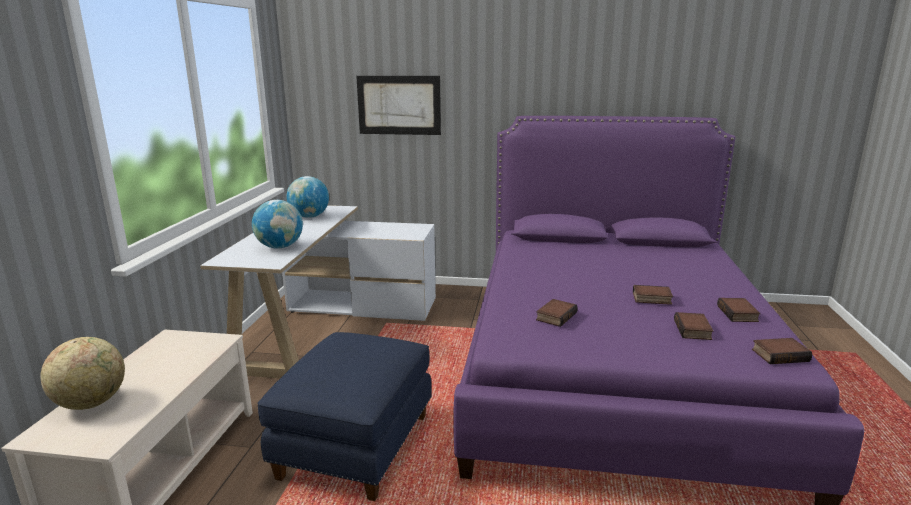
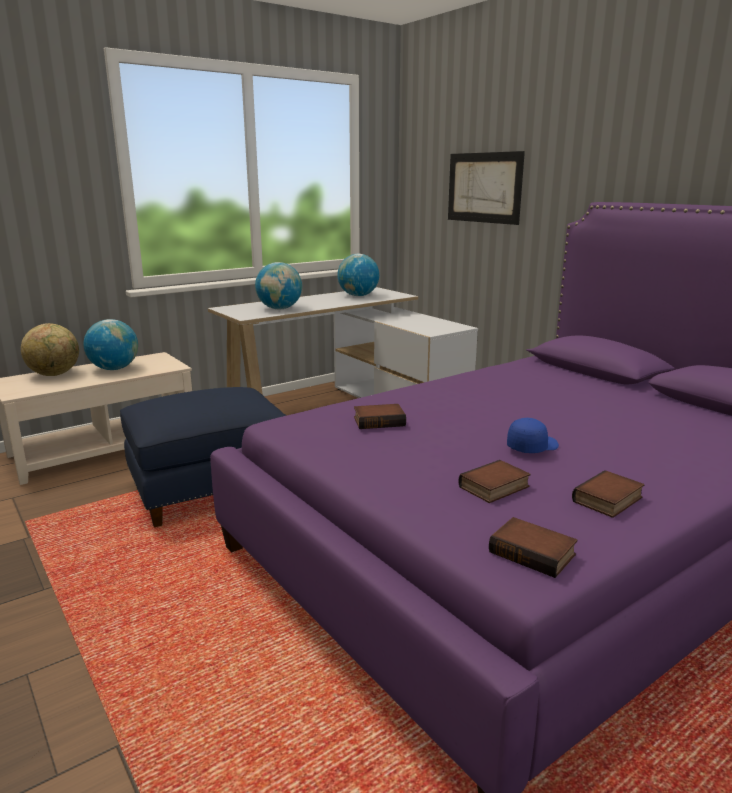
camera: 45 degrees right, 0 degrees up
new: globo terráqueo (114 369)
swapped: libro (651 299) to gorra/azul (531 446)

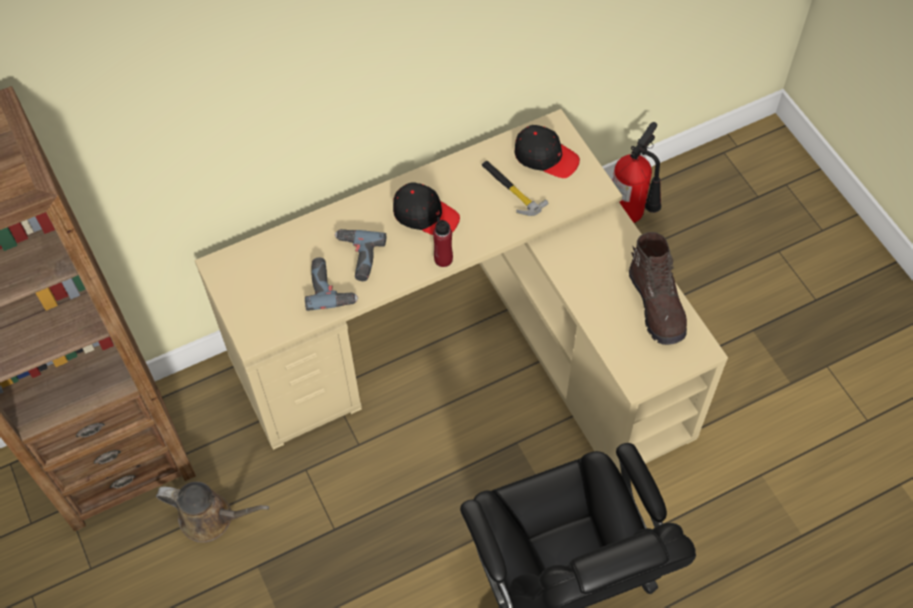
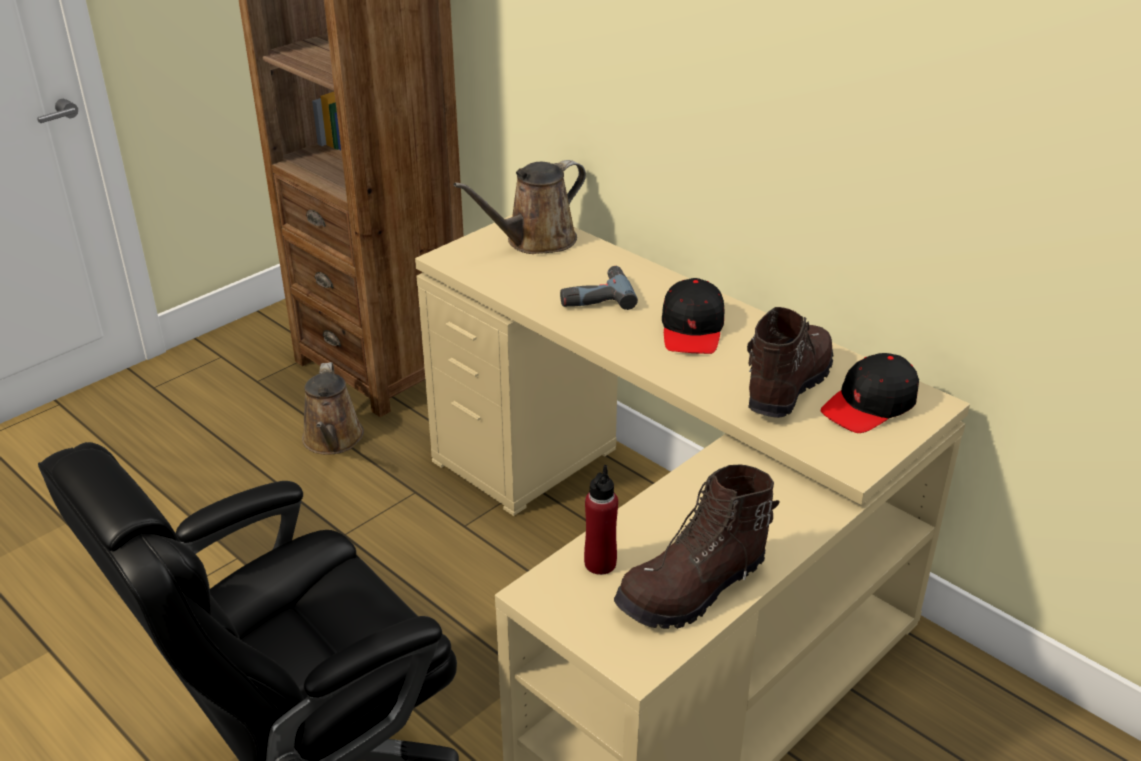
camera: 70 degrees right, 25 degrees down
gone: taladro (331 287); extintor (631 214)
new: regadera/marrón (535 241)
shifted: botella/rojo (443 259) to (600 563)
swapped: martillo (510 189) to bota/marrón (786 386)
rotated: gorra/negro (546 156) = (869 405) 45 degrees clockwise

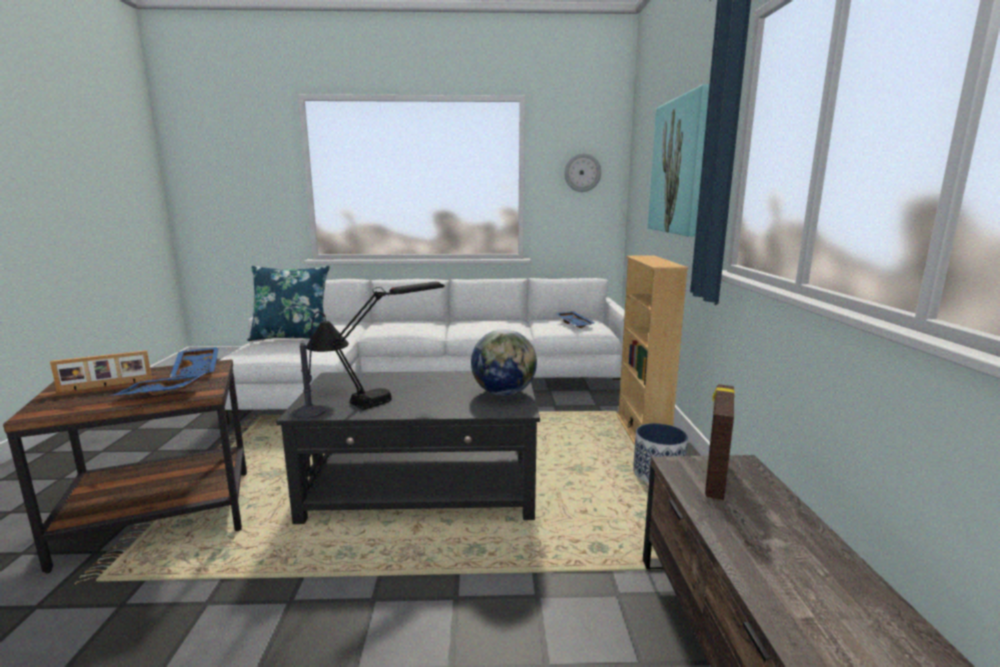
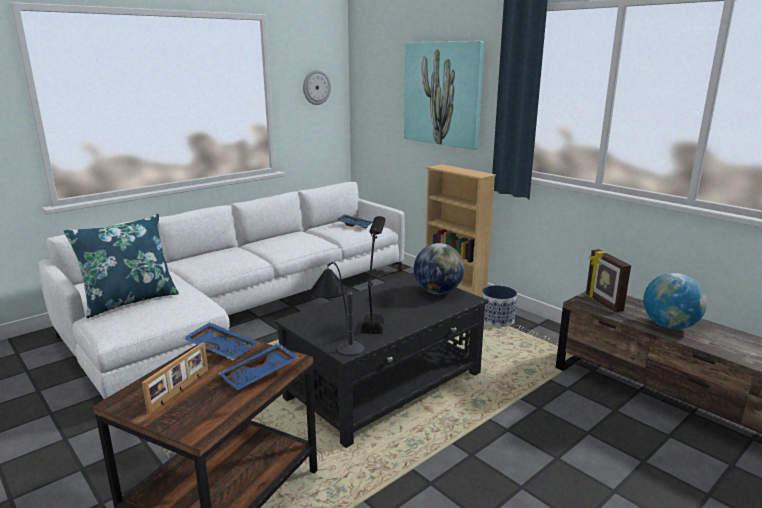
camera: 40 degrees left, 5 degrees up
new: globo terráqueo (669 326)

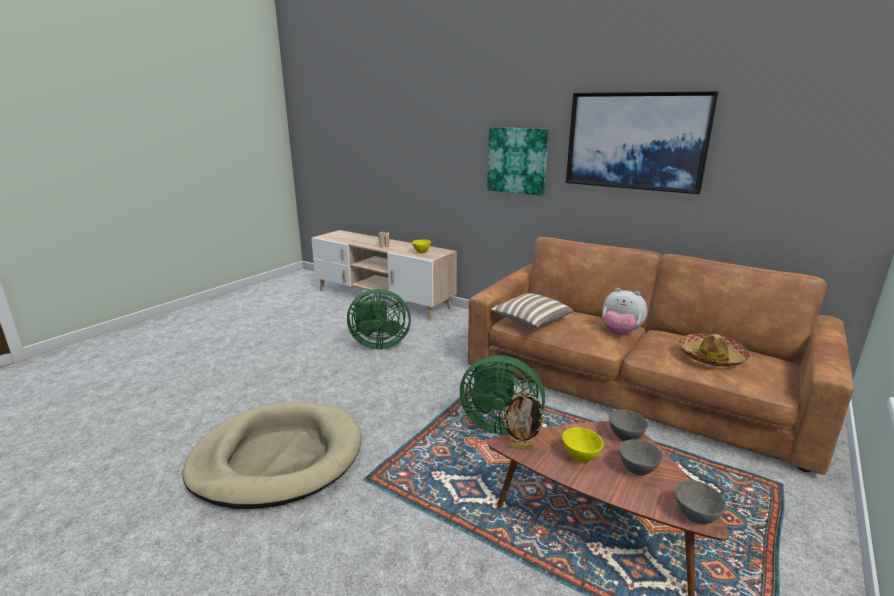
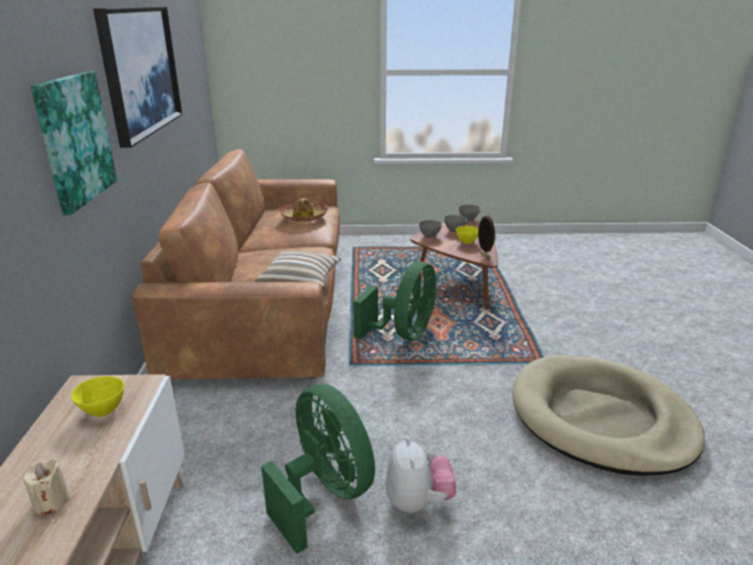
camera: 125 degrees left, 5 degrees up
shifted: peluche (620 333) to (418 502)
rotated: ventilador/verde (498 424) = (404 334) 45 degrees clockwise

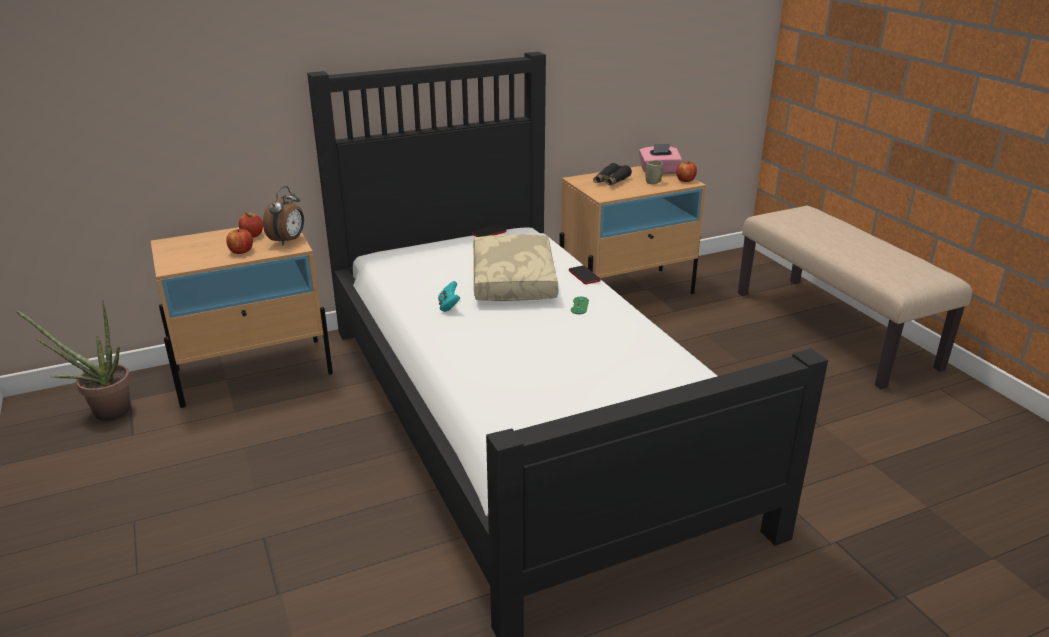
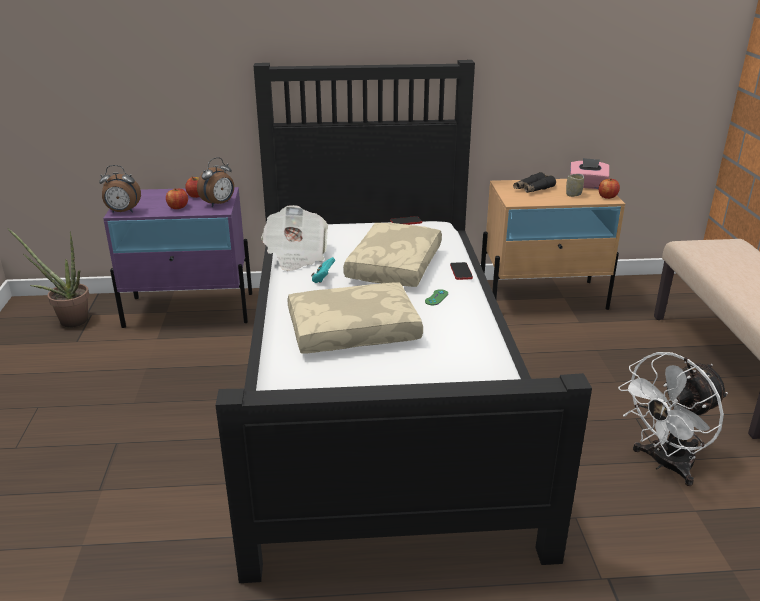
camera: 20 degrees right, 0 degrees up
new: despertador (123 212); periódico (296 255); cojín/beis (354 330); ventilador/blanco (664 464)
repainted: mesita de noche/beis (254 371) to mesita de noche/morado (190 310)

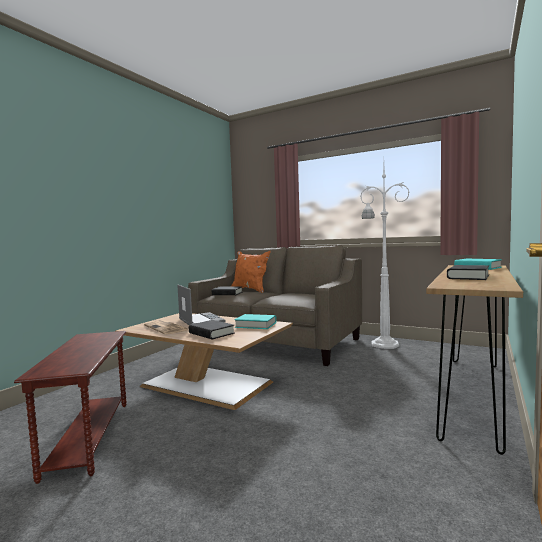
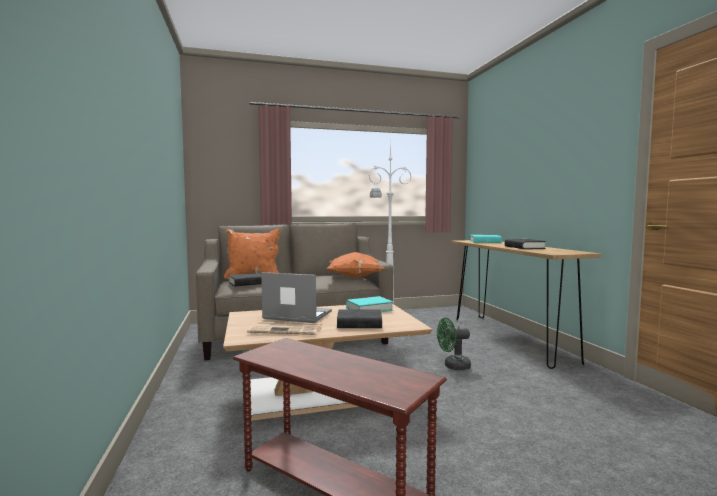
camera: 45 degrees left, 0 degrees up
new: cojín/naranja (355 277); ventilador/verde (453 366)

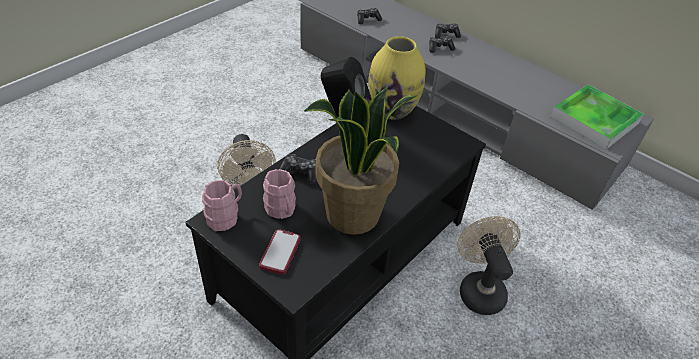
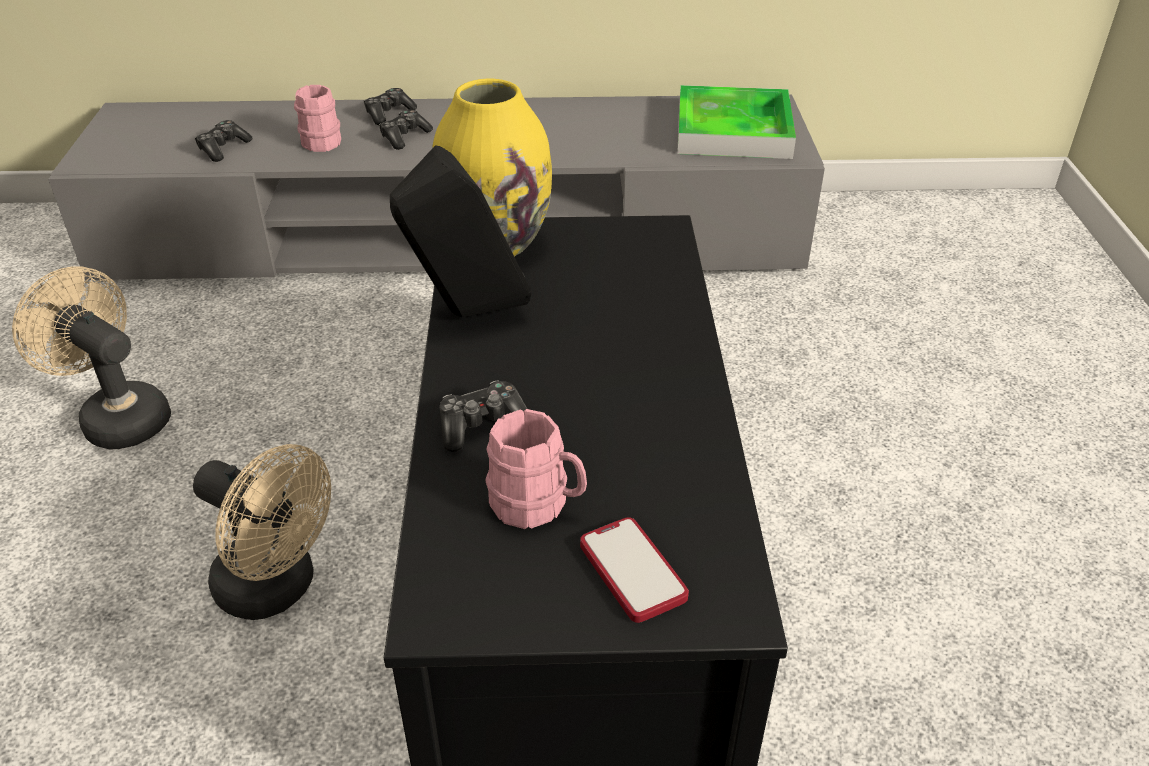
camera: 40 degrees left, 5 degrees down
gone: planta en maceta (353 215)
shifted: ventilador/beis (479 288) to (118 416); taza grande/rosa (226 216) to (322 140)

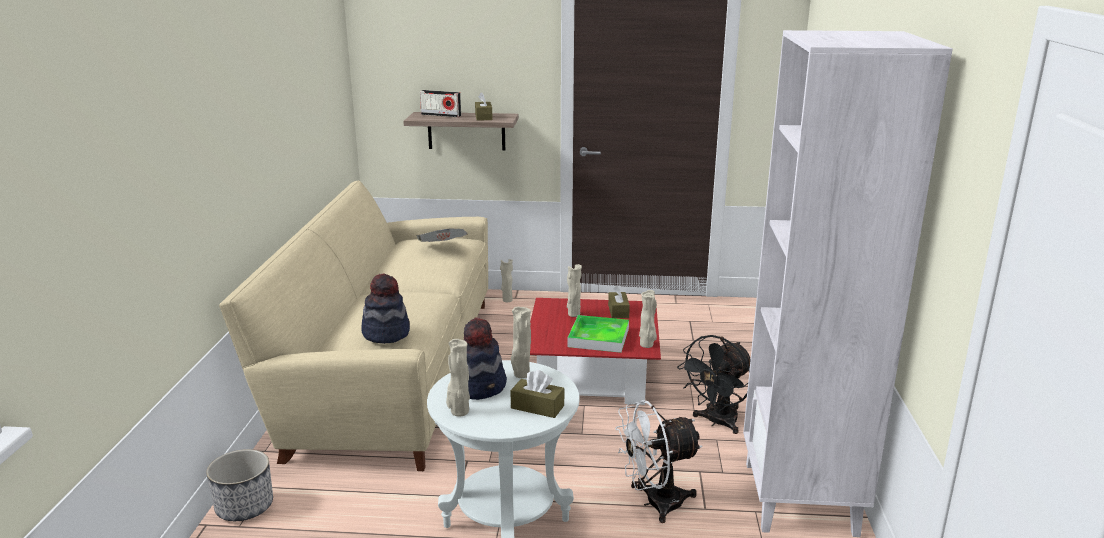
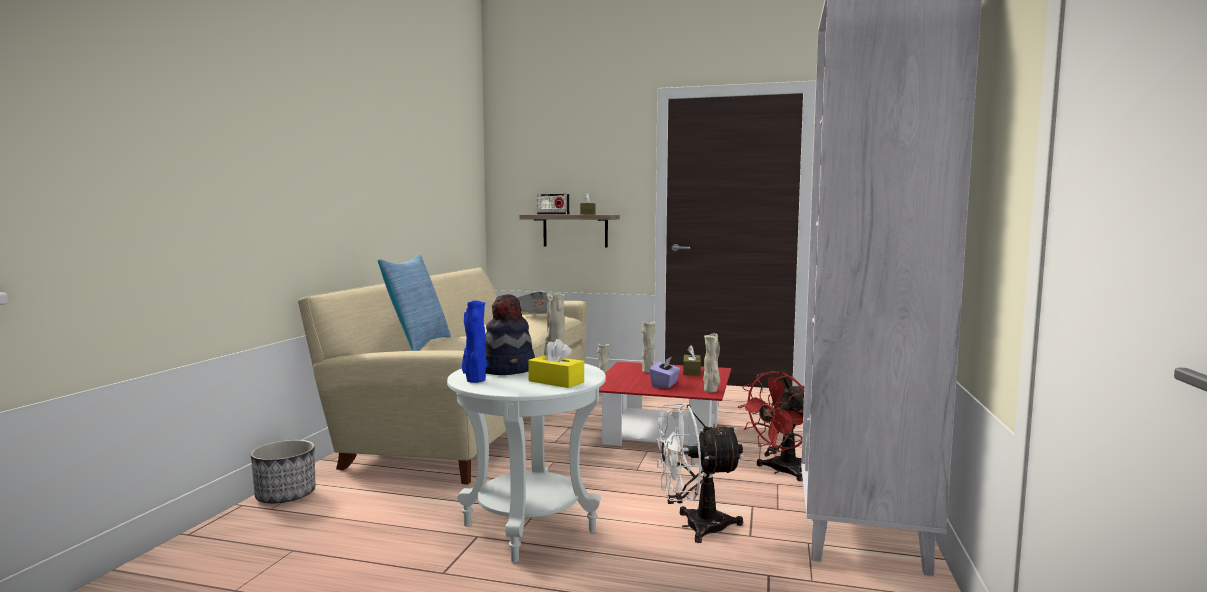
camera: 10 degrees right, 15 degrees down
gone: sombrero (386 333)
new: cojín (417 345)
swapped: bandeja (598 337) to caja de pañuelos/morado (665 384)
repainted: florero/beis (458 412) to florero/azul (474 380); caja de pañuelos/marrón (537 407) to caja de pañuelos/amarillo (556 381); ventilador/negro (717 422) to ventilador/rojo (781 471)

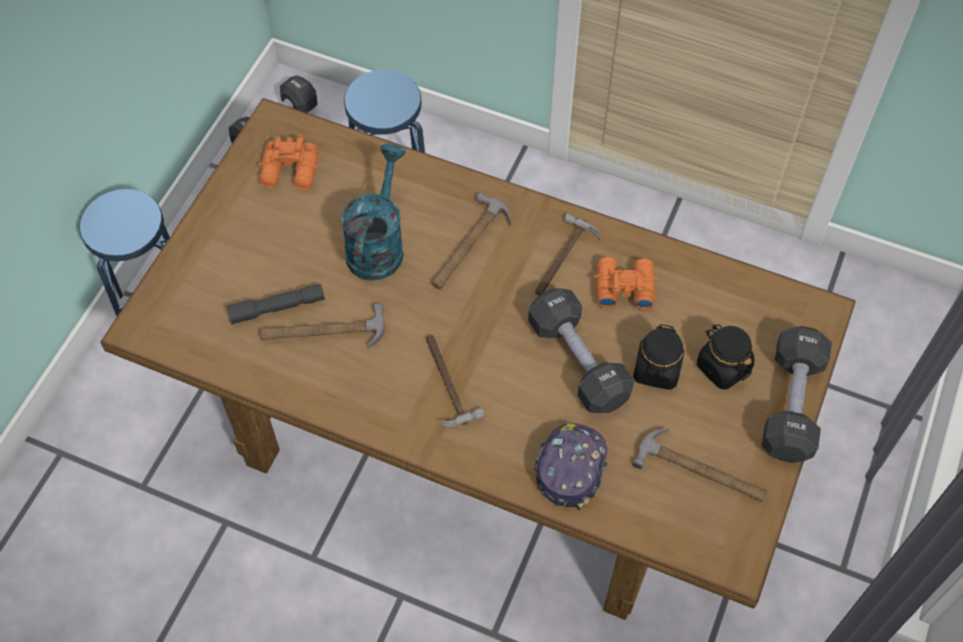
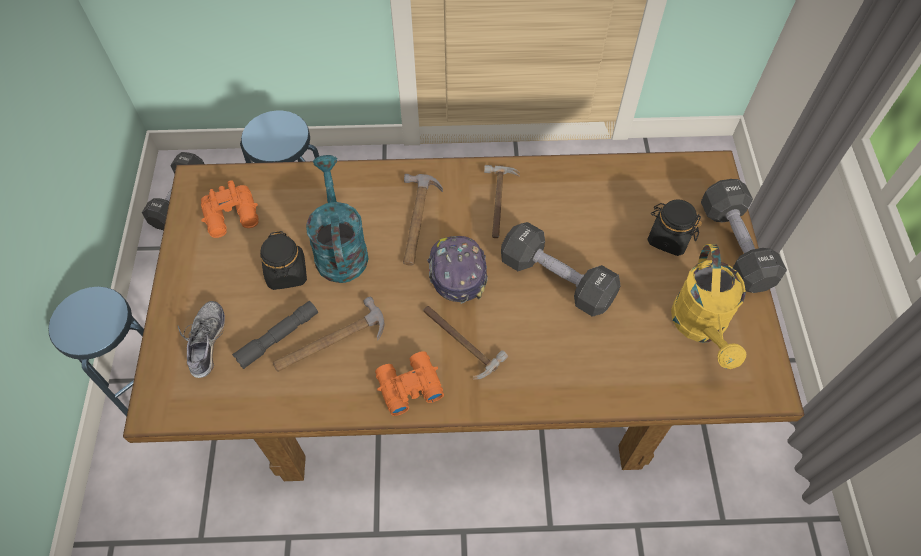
camera: 25 degrees left, 0 degrees up
new: zapato (207 342)
shifted: tarro/negro (657 370) to (287 273); prismáticos/naranja (623 287) to (408 386); gorra (570 467) to (457 271)
swapped: martillo (701 471) to regadera/amarillo (701 327)

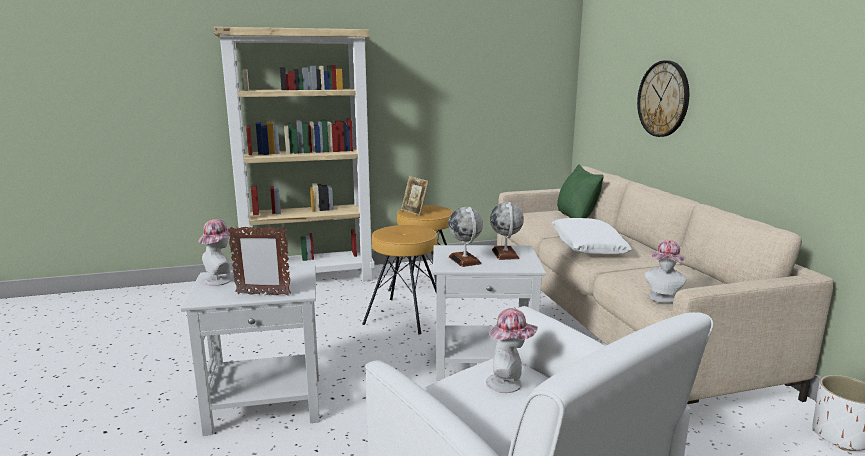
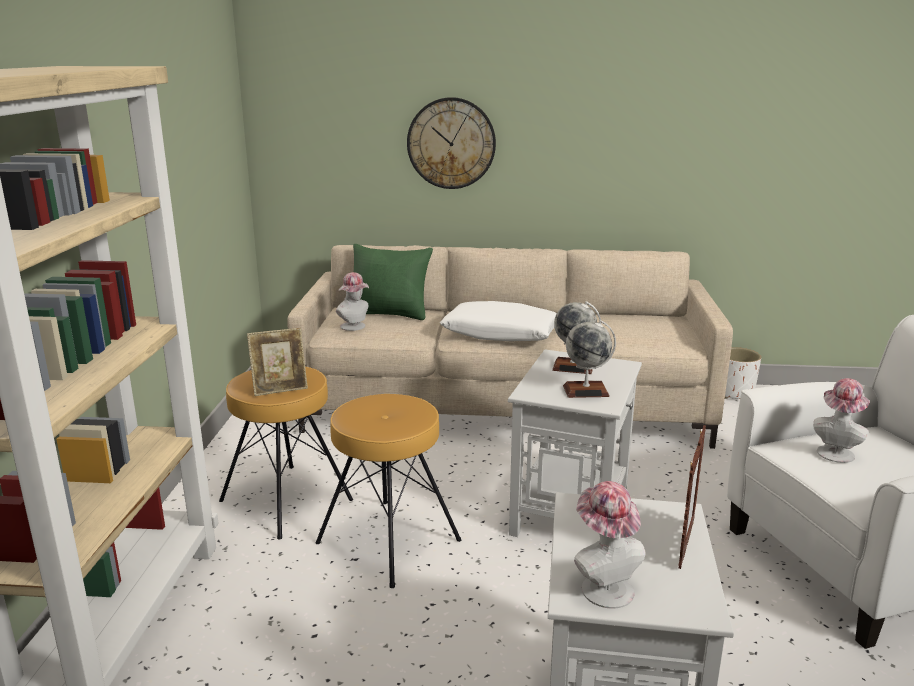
camera: 70 degrees left, 5 degrees up
shifted: sombrero (662 299) to (355 327)

